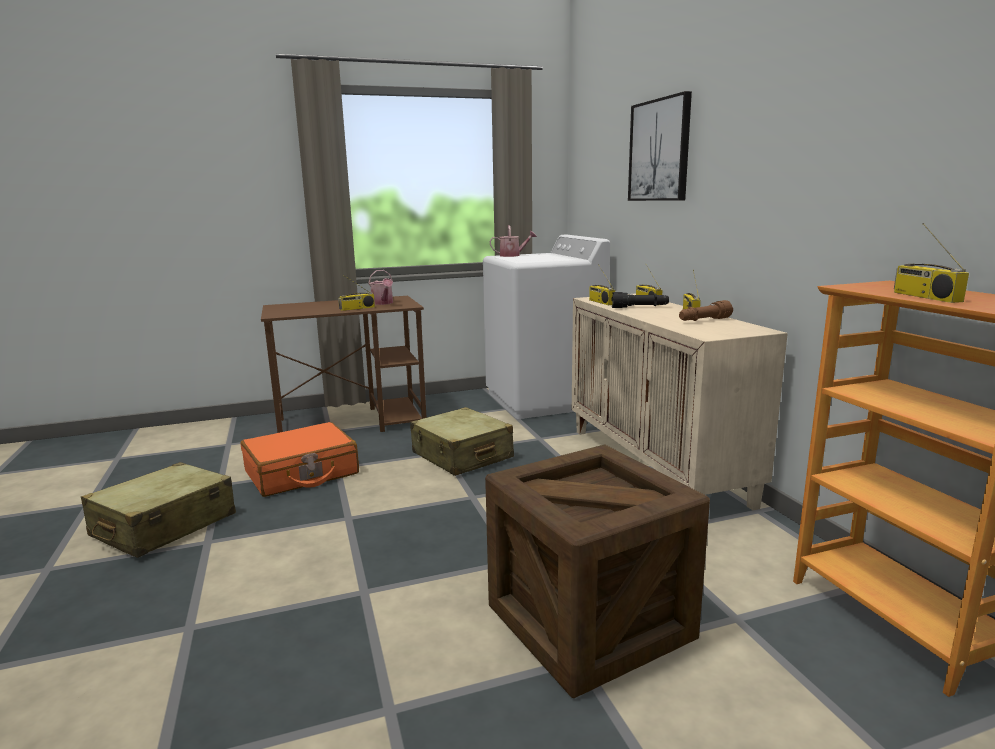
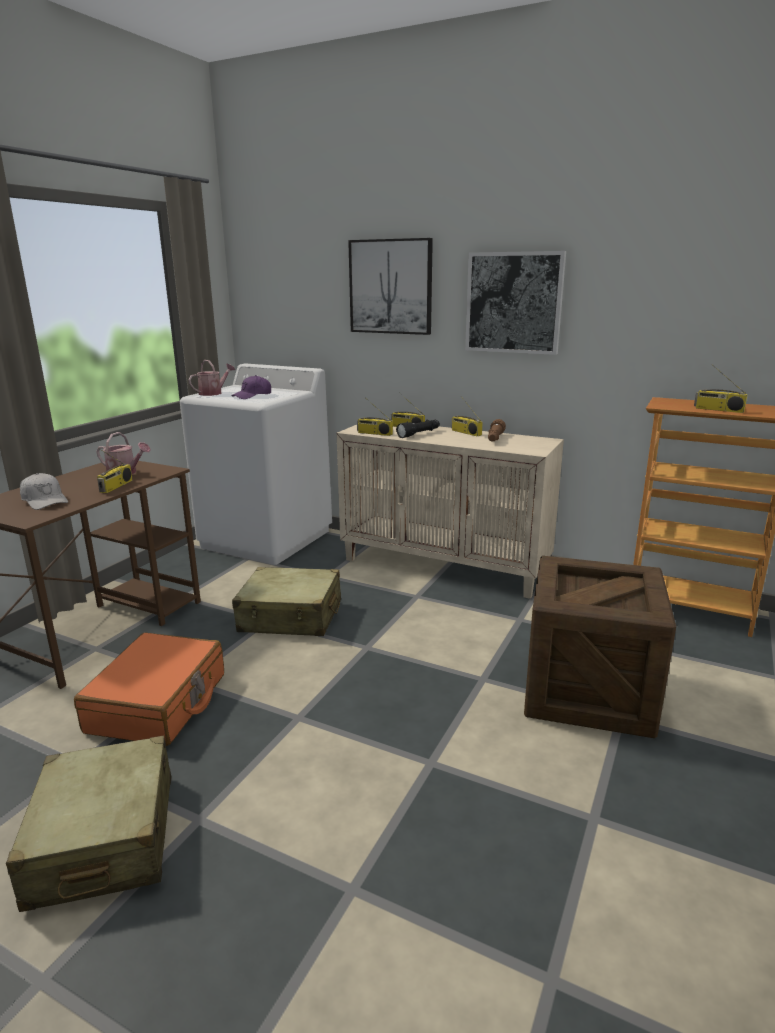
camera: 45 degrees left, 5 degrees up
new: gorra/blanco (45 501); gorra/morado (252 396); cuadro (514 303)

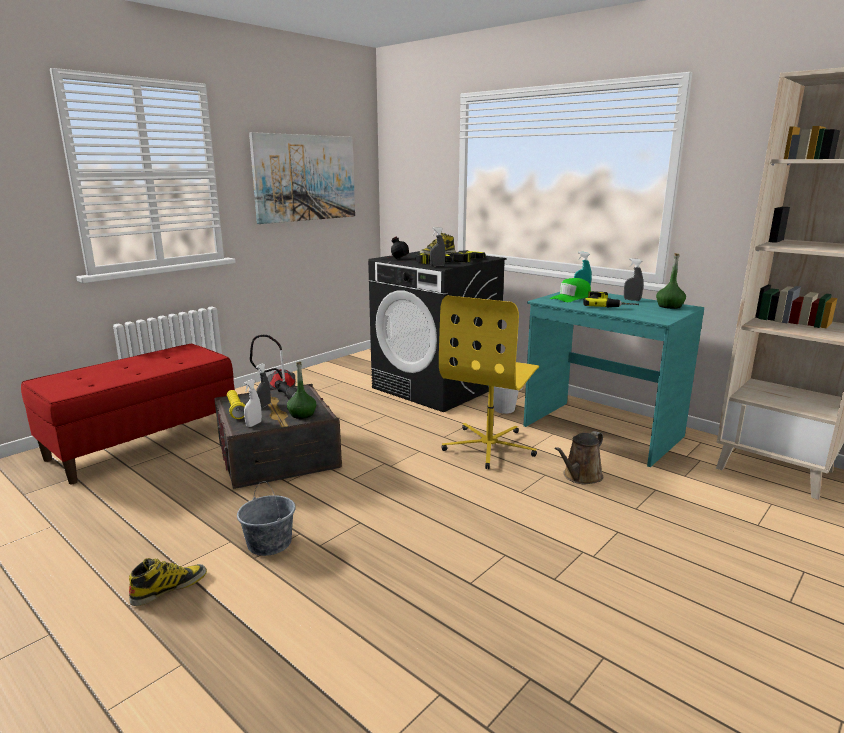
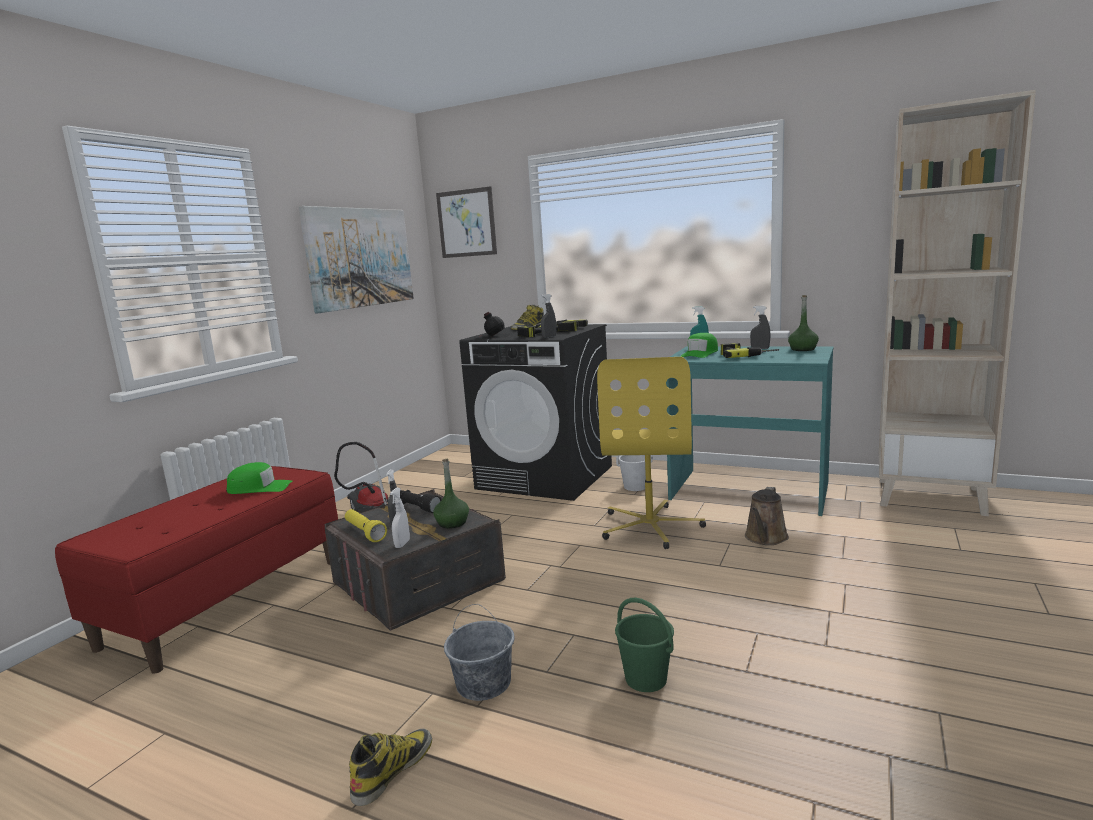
camera: 15 degrees left, 5 degrees down
new: gorra/verde (260 488); cuadro (466 223); cubo/verde (646 679)

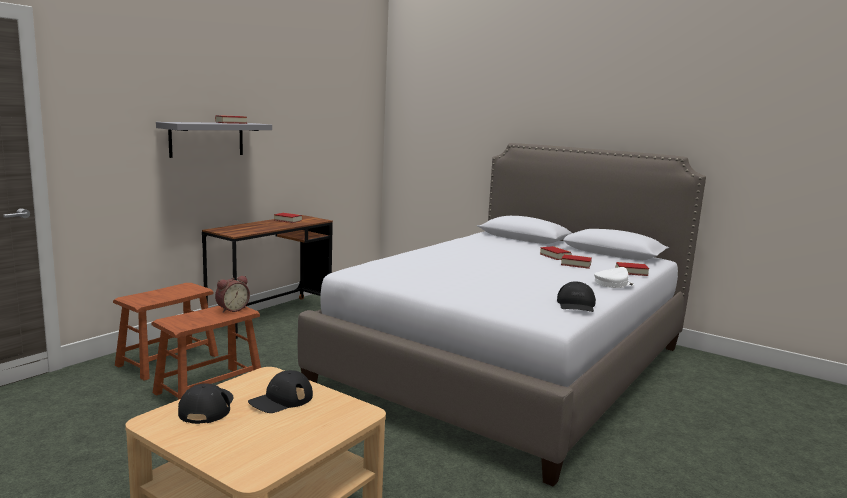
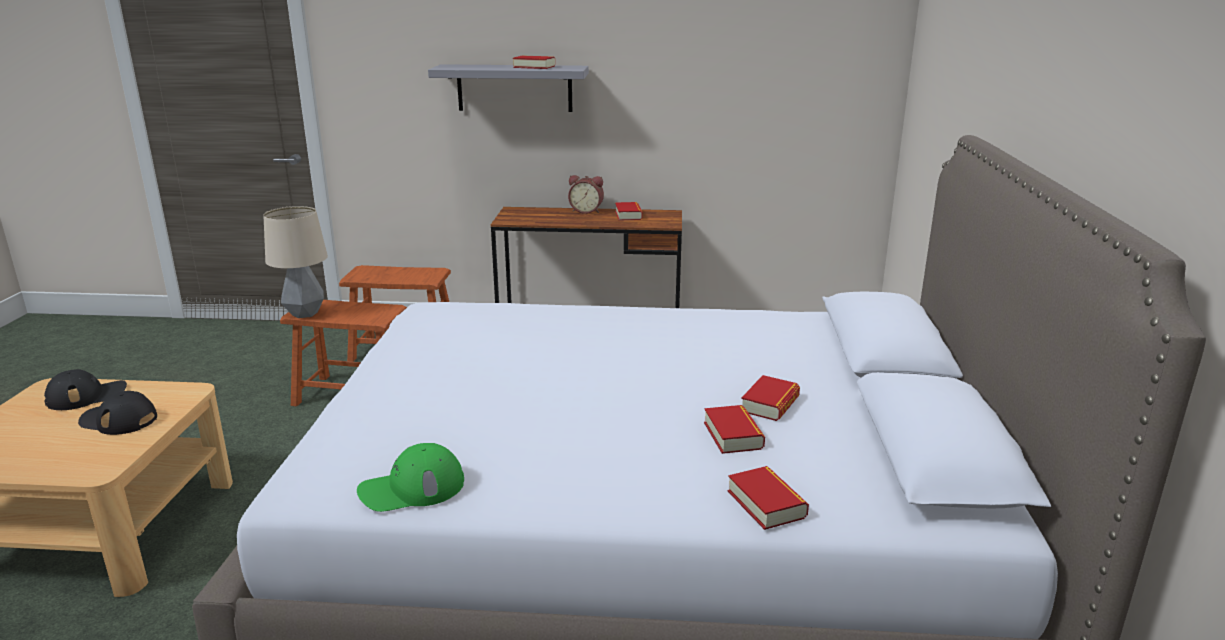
camera: 60 degrees right, 10 degrees up
gone: gorra/blanco (613 284)
new: lámpara de mesa (304 314)
shifted: despertador (231 309) to (586 211)
repainted: gorra/negro (576 305) to gorra/verde (411 488)

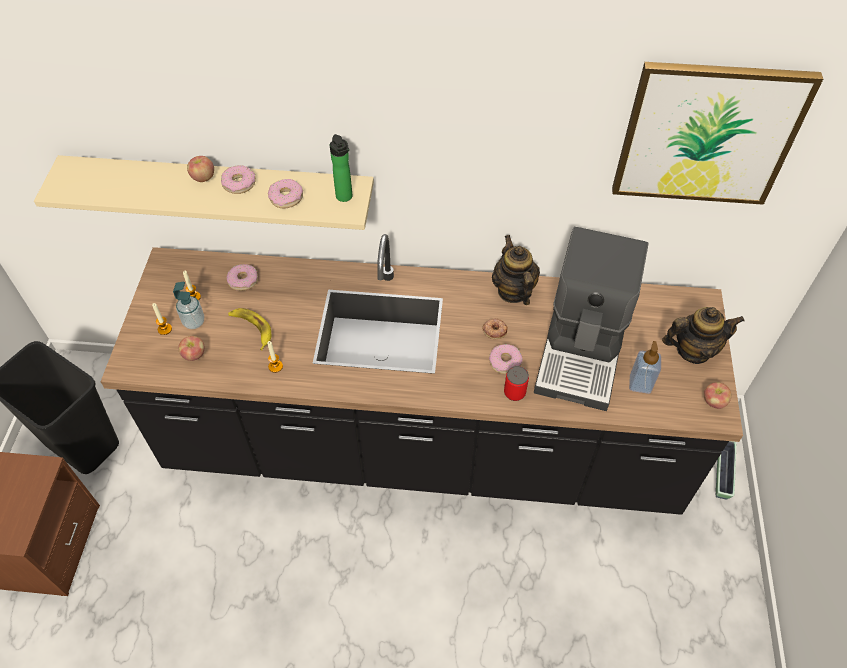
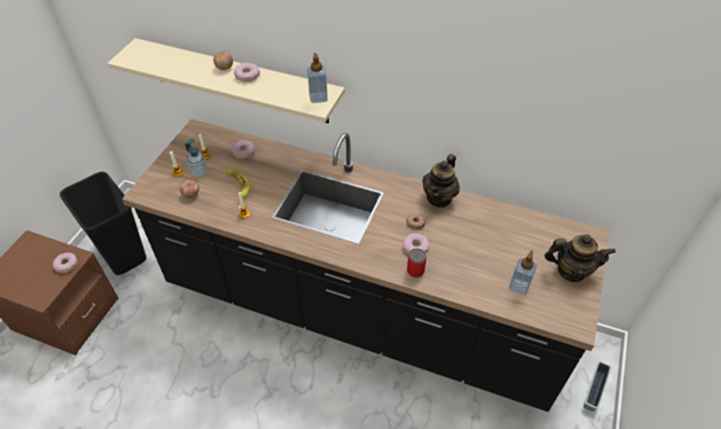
camera: 15 degrees right, 5 degrees down
gone: cafetera (583 351); cuadro (707 134); manzana (714 402)
shifted: rosquilla (286 198) to (66 265)
swapped: botella (345 198) to dispensador de jabón (318 97)
rotated: tetera (513 291) = (439 198) 150 degrees counterclockwise

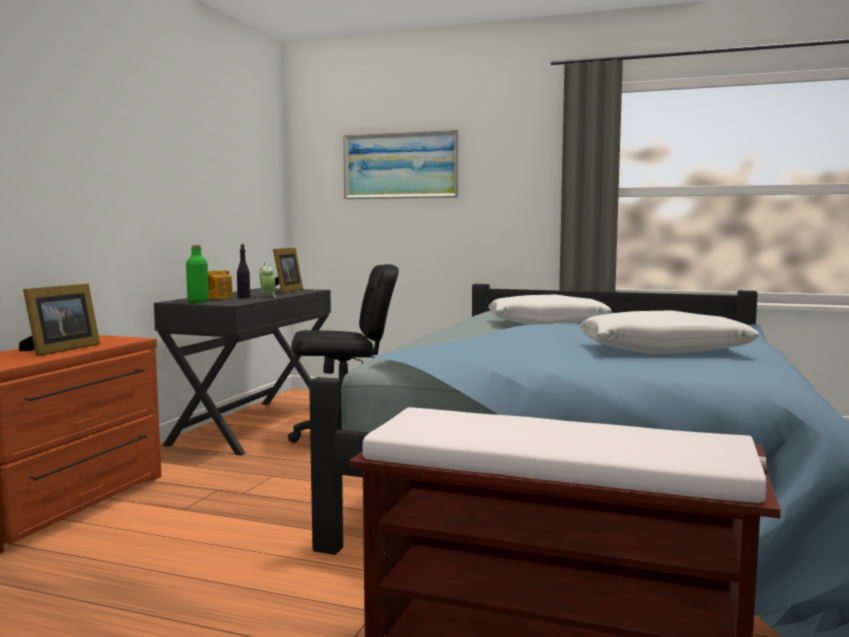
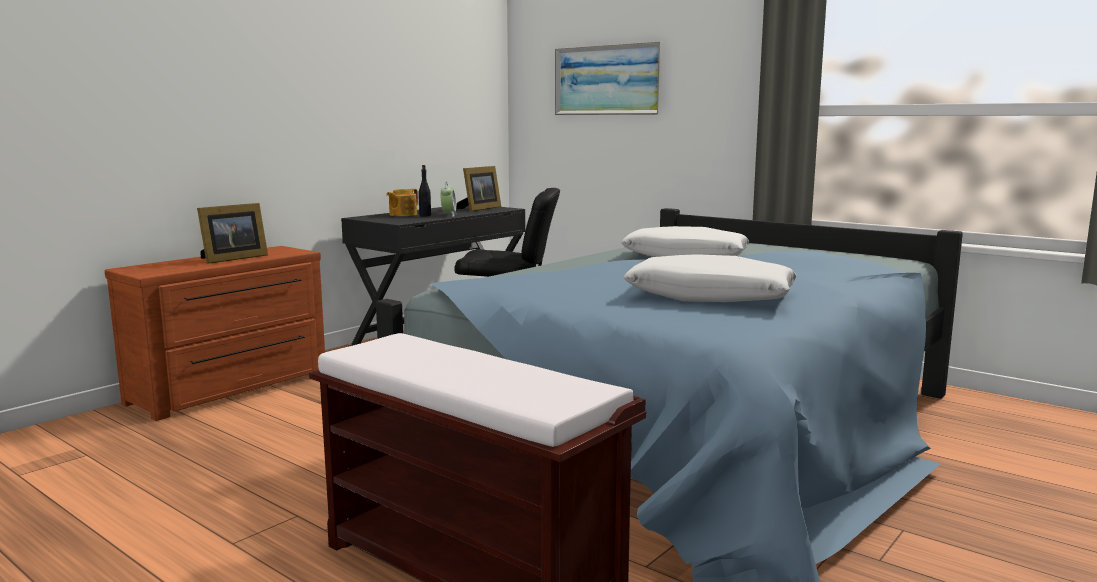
camera: 20 degrees right, 5 degrees up
gone: botella/verde (198 302)

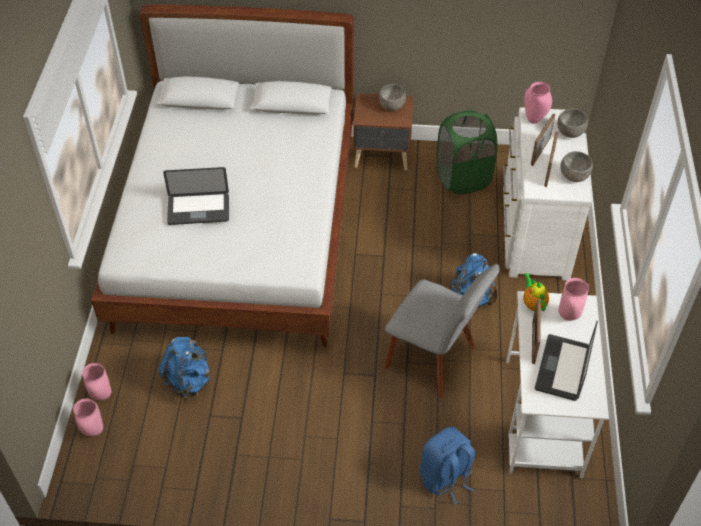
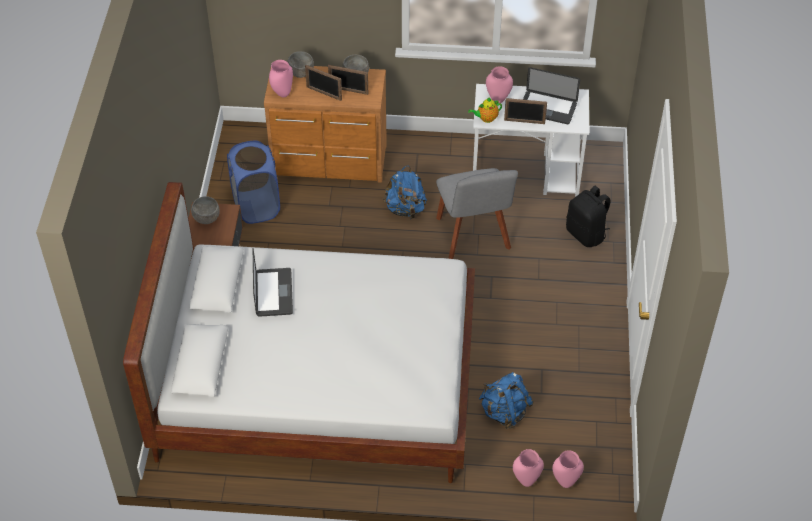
camera: 90 degrees left, 0 degrees up
shifted: portátil (198 210) to (273 293)
repainted: cesto de la ropa/verde (463 178) to cesto de la ropa/azul (256 206); cómoda/blanco (533 233) to cómoda/marrón (330 162); mochila/azul (445 478) to mochila/negro (586 234)
rotated: silla/gris (434 360) = (473 236) 135 degrees clockwise

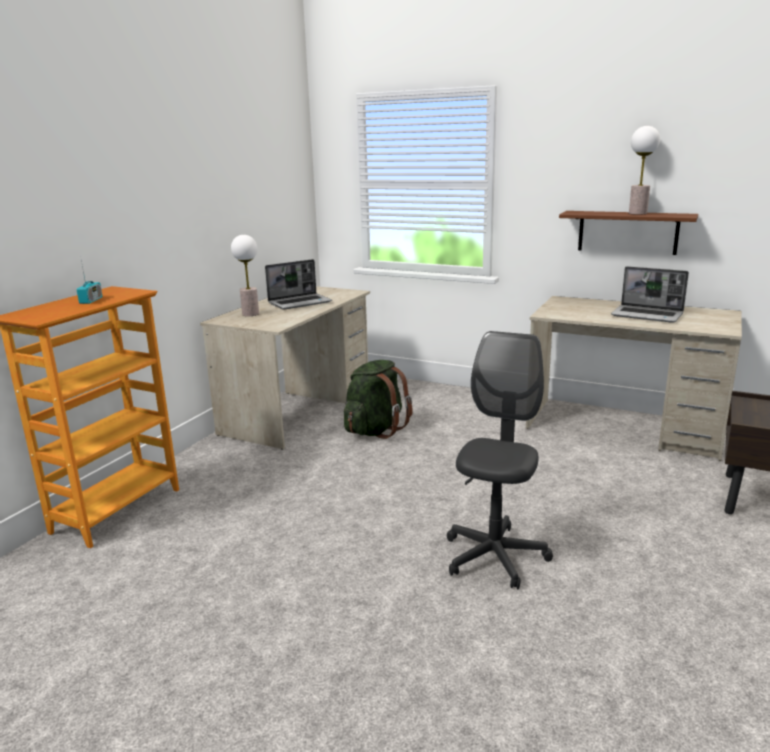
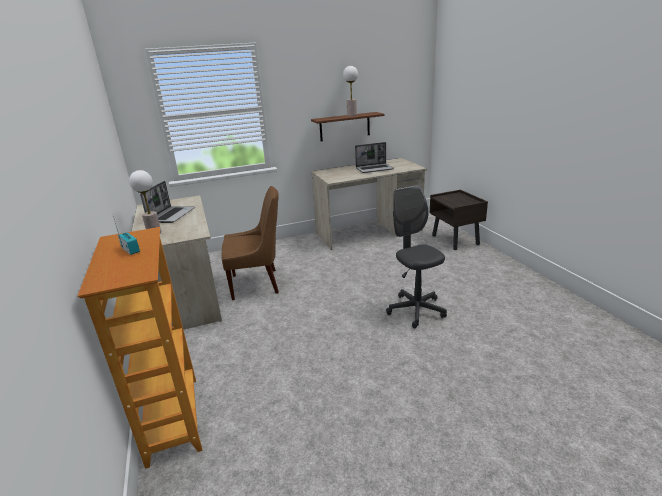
camera: 45 degrees left, 5 degrees up
swapped: mochila/verde (376 430) to silla/marrón (257 284)

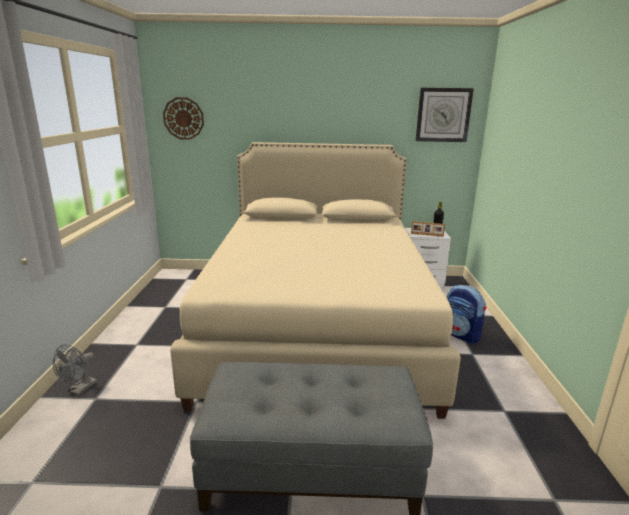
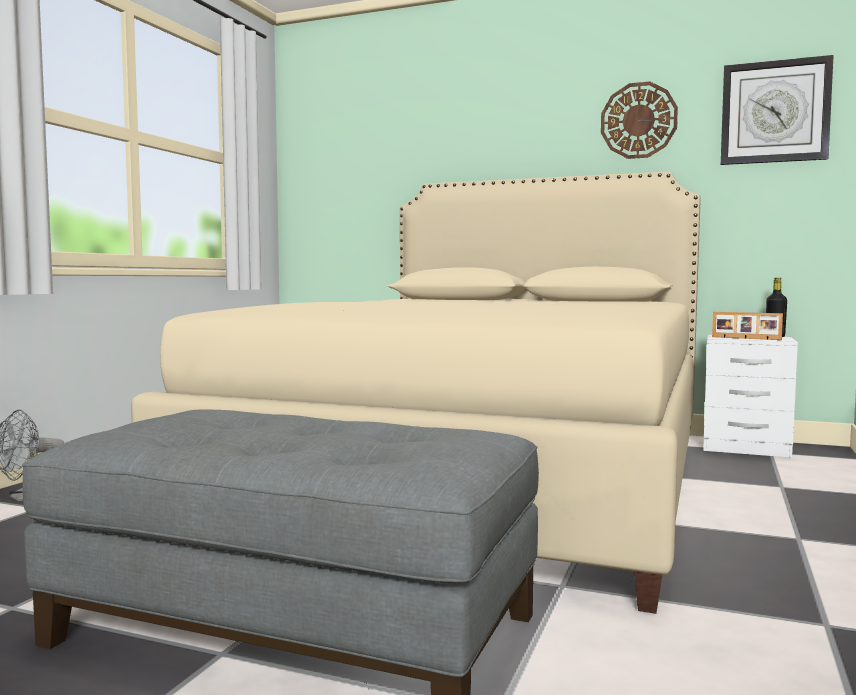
camera: 20 degrees right, 15 degrees down
gone: mochila (461 335)
shifted: reloj de pared (183 118) to (638 120)

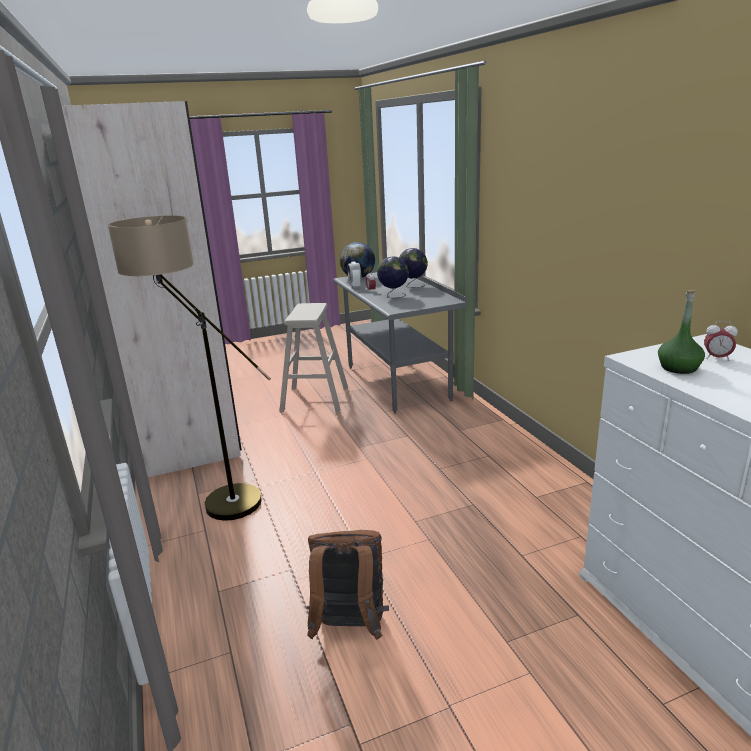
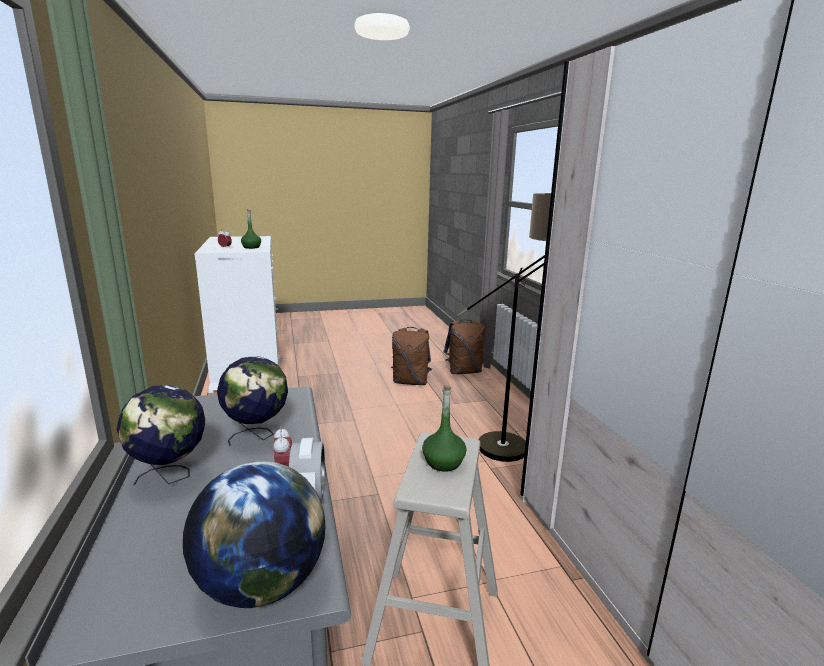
camera: 175 degrees left, 5 degrees down
new: botella/verde (443 462); mochila/marrón (463 371)

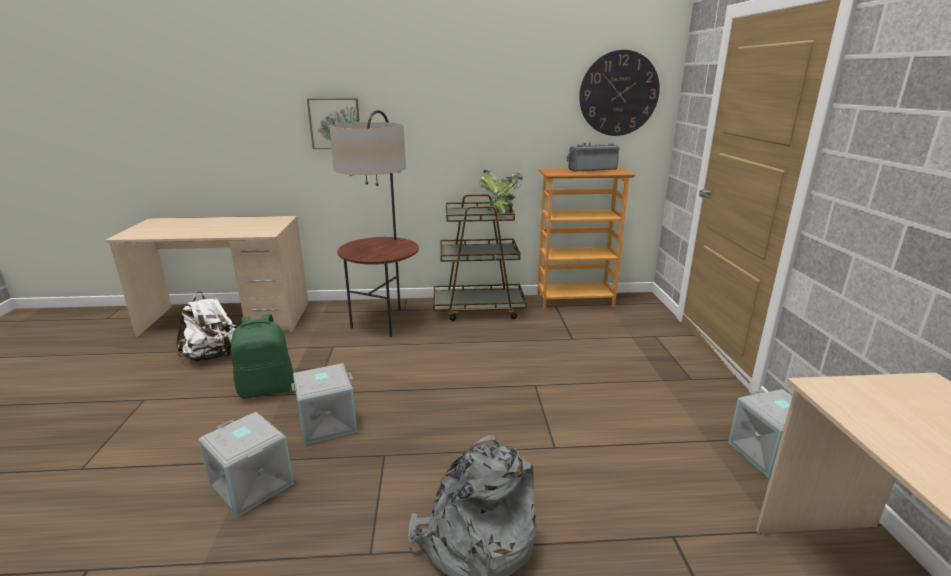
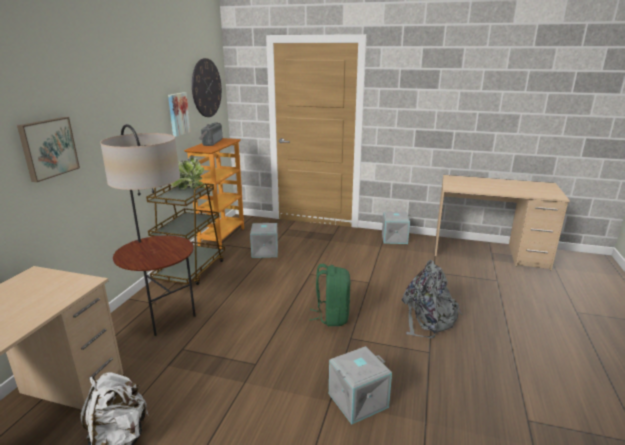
camera: 70 degrees left, 0 degrees up
new: cuadro (178 114)
shifted: caja de almacenaje/gris (327 422) to (264 251); mochila/verde (267 388) to (332 316)

